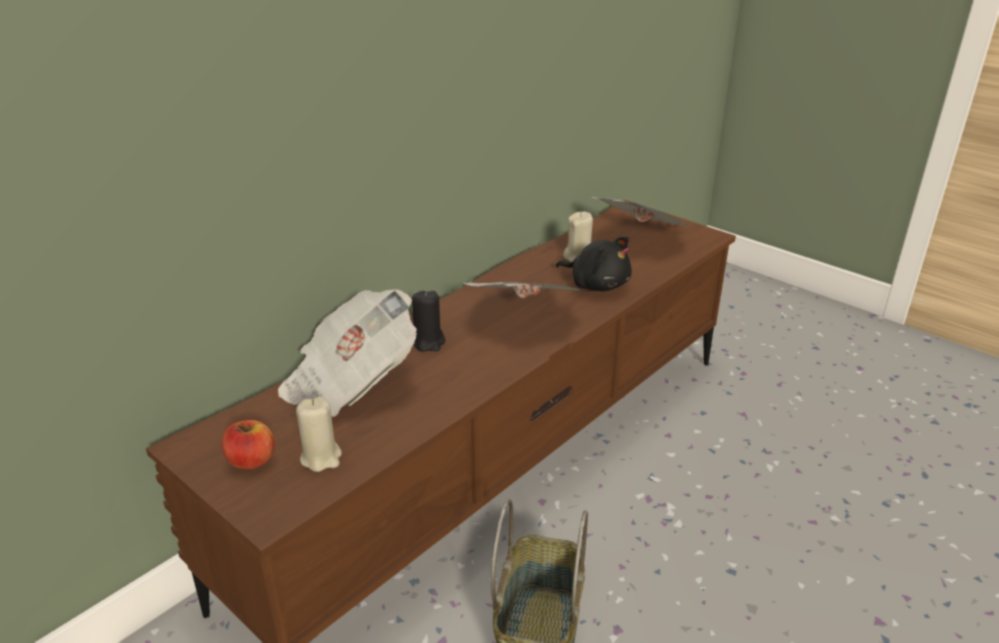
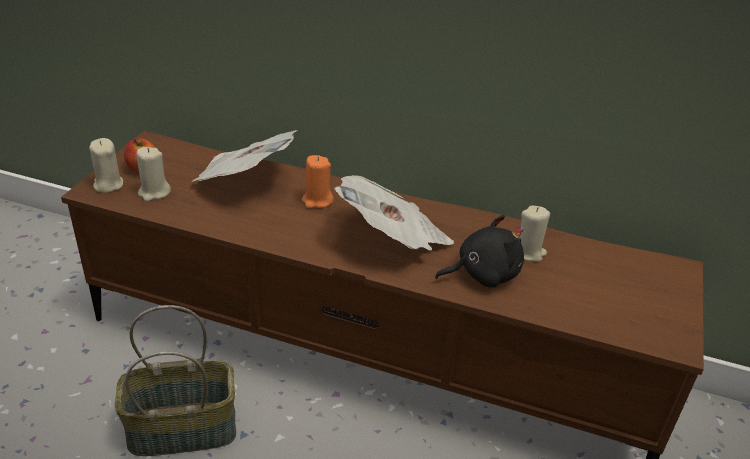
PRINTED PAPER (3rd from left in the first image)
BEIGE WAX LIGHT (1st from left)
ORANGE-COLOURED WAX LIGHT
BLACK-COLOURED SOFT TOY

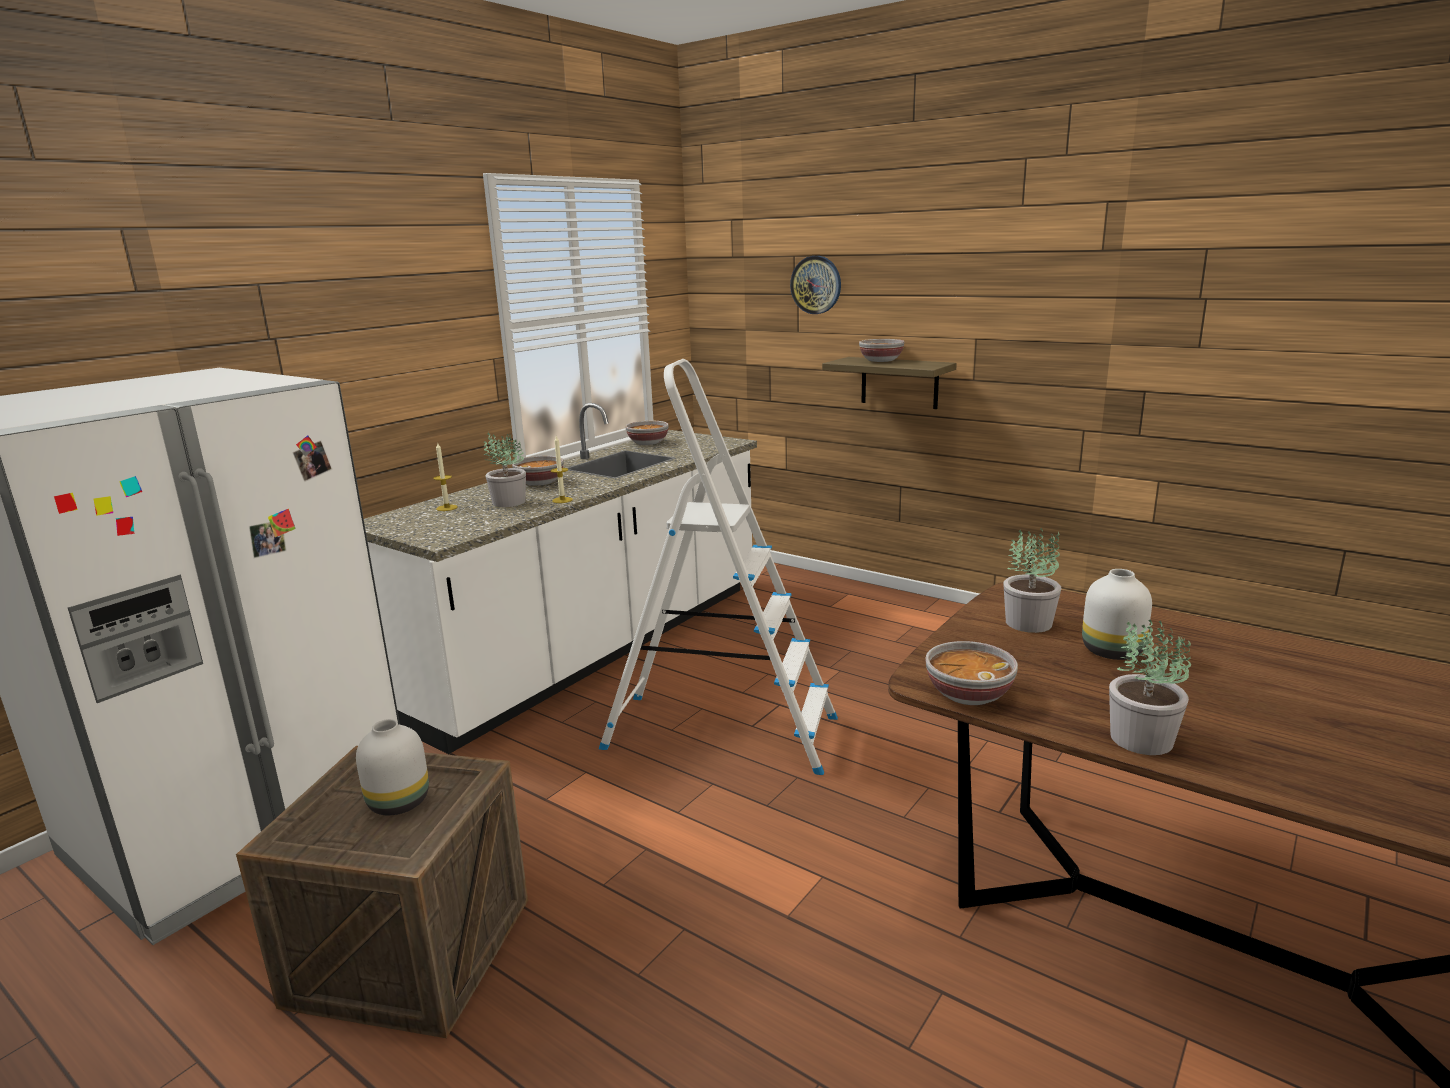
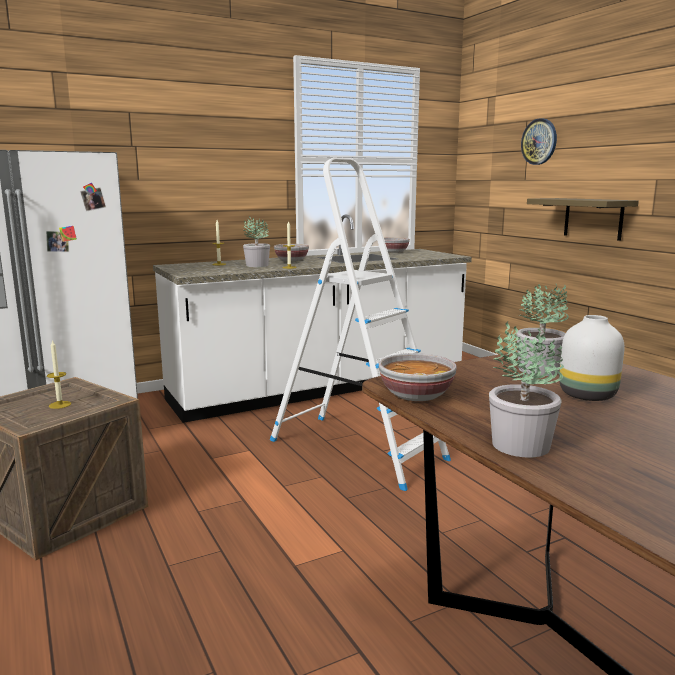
DEEP DISH (3rd from left in the first image)
WAX LIGHT (1st from left)

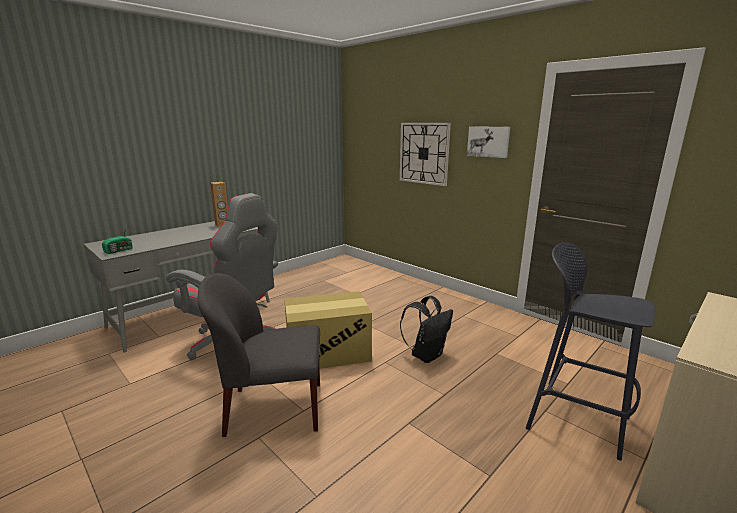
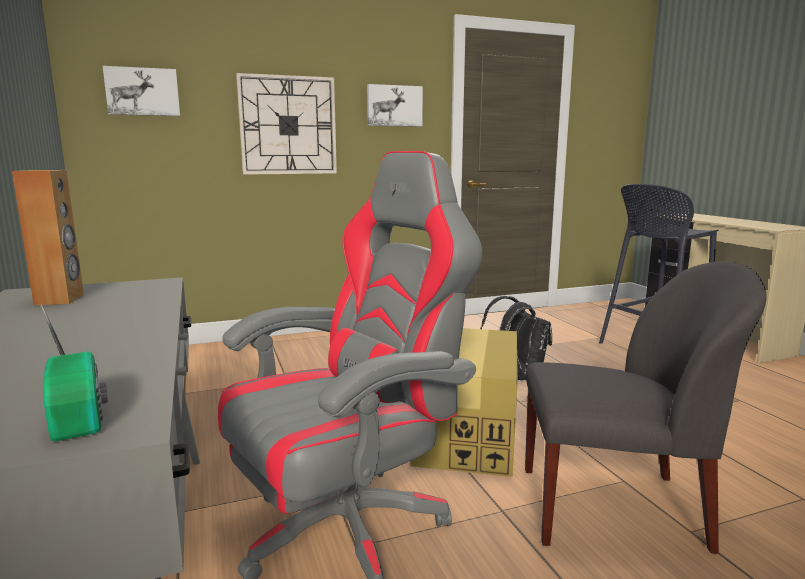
WALL PICTURE (1st from left)
GRAY PLAIN CHAIR

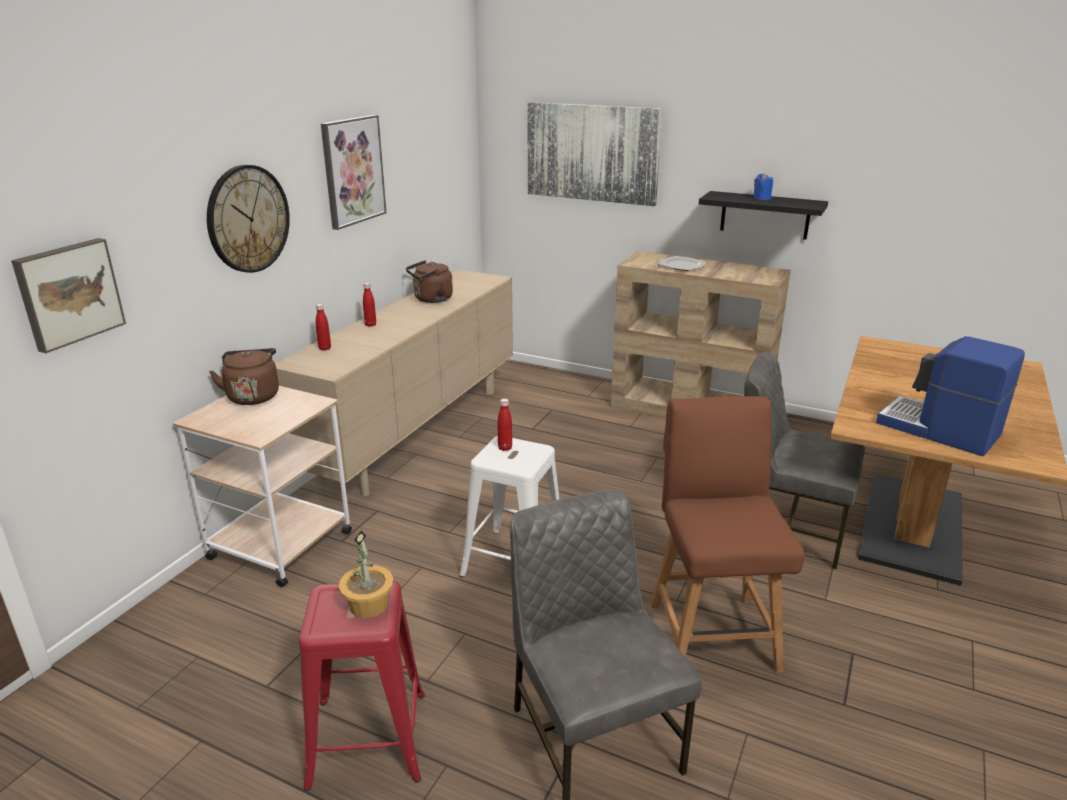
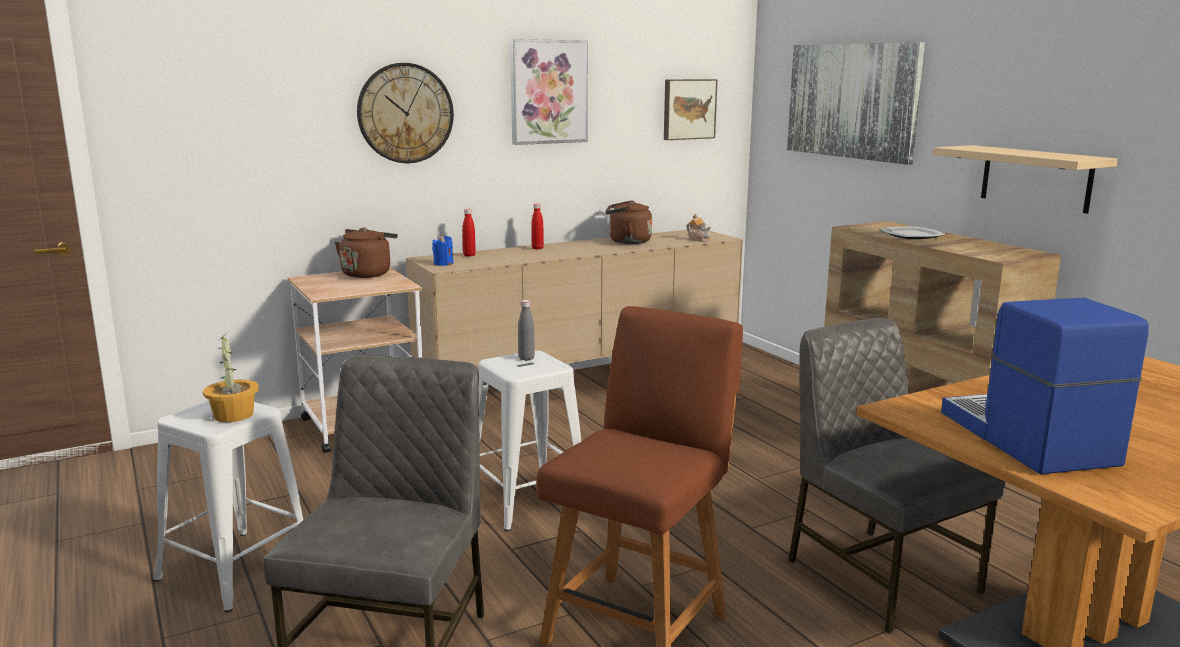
POT FOR TEA
WALL PICTURE (2nd from left)
BLUE-COLOURED WAX LIGHT
WHITE STOOL (1st from left)
GRAY BOTTLE
BEIGE SHELF

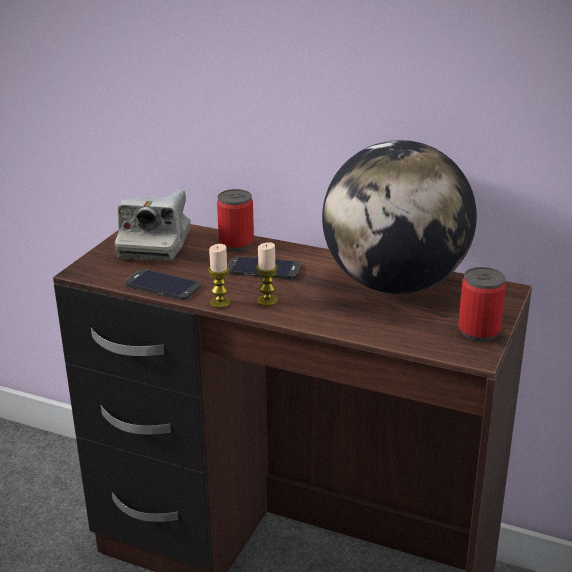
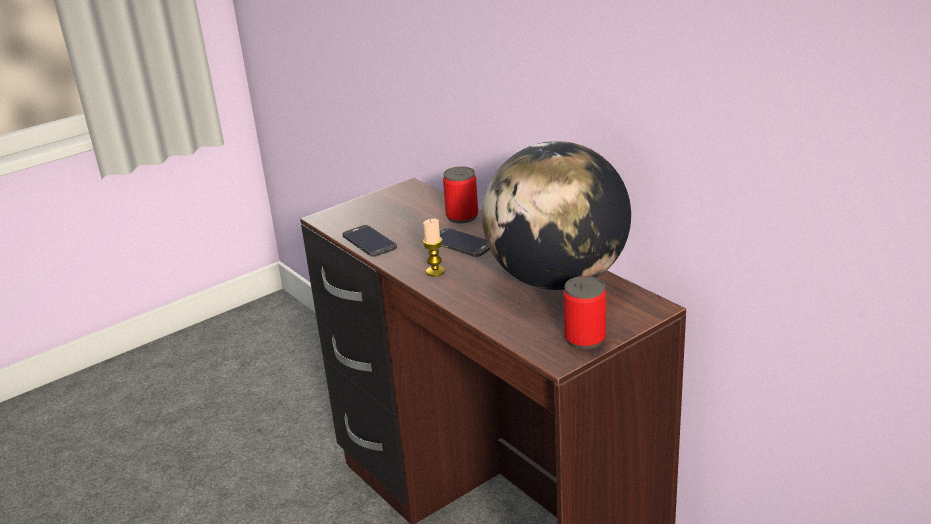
PHOTO CAMERA
WAX LIGHT (1st from left in the first image)

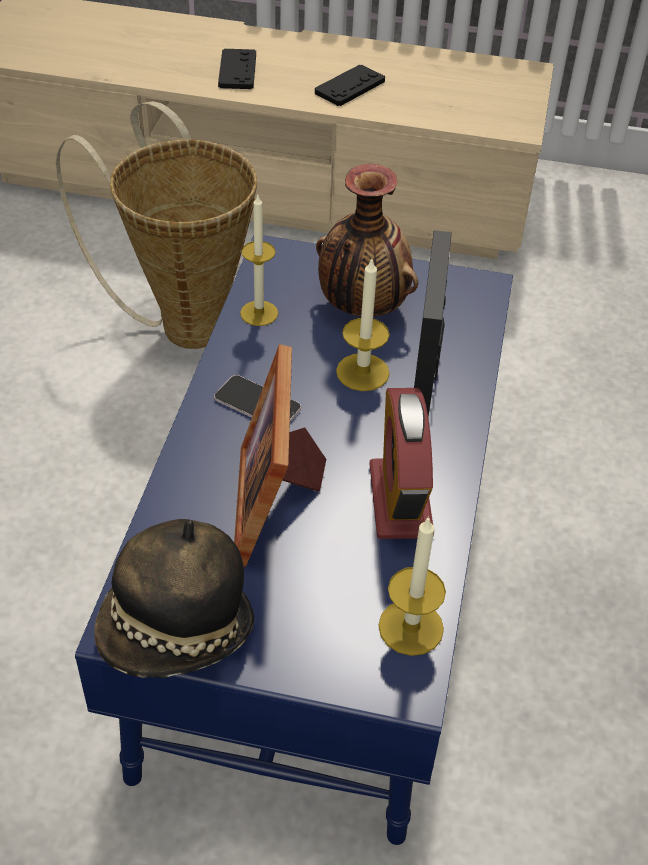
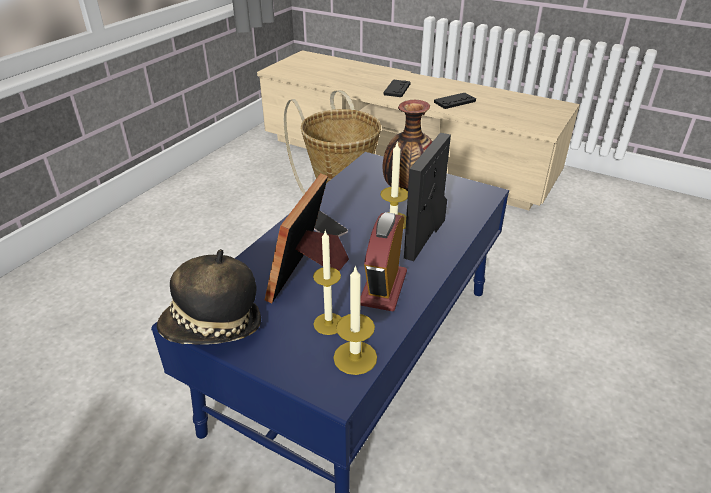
WAX LIGHT (1st from left)

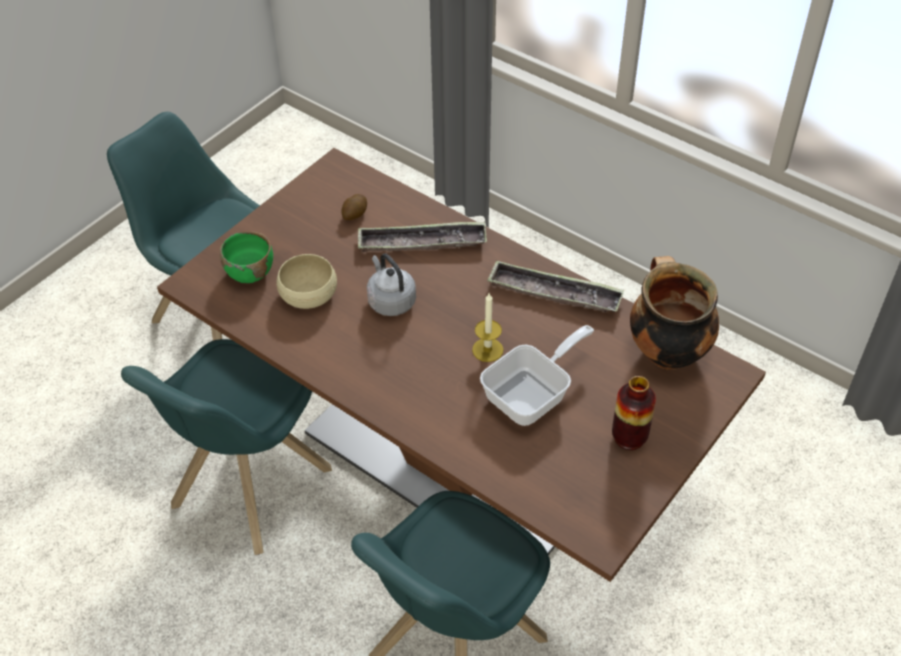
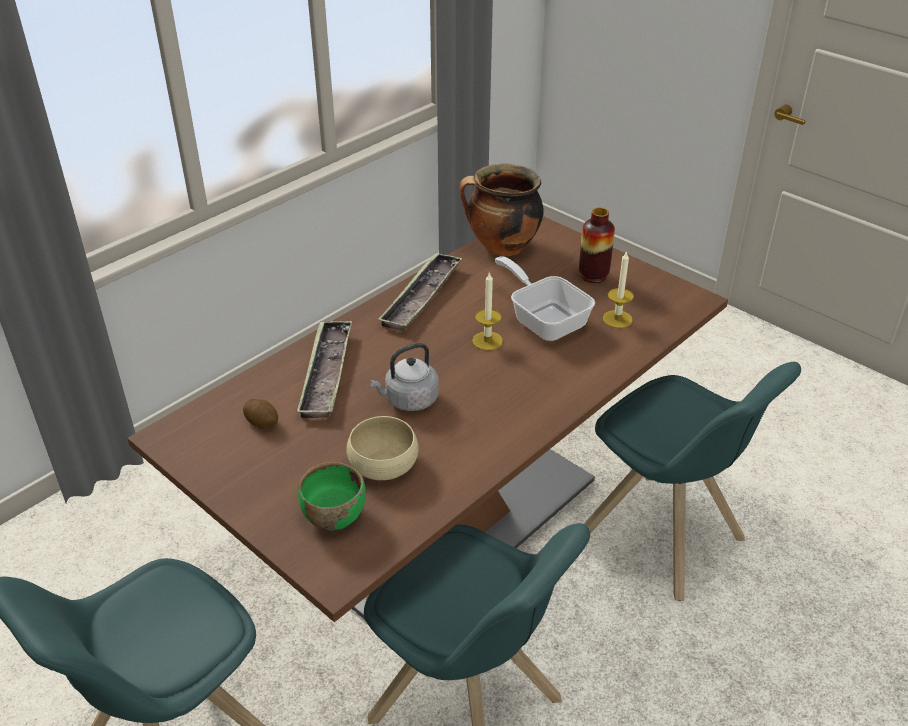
WAX LIGHT (2nd from left)

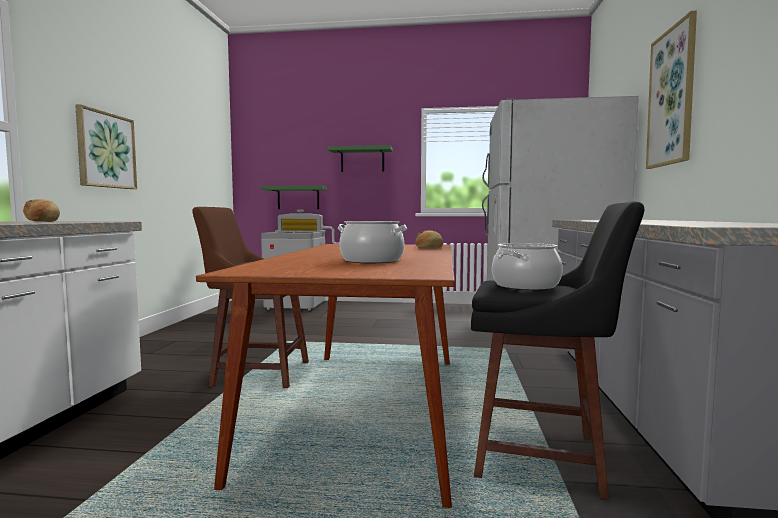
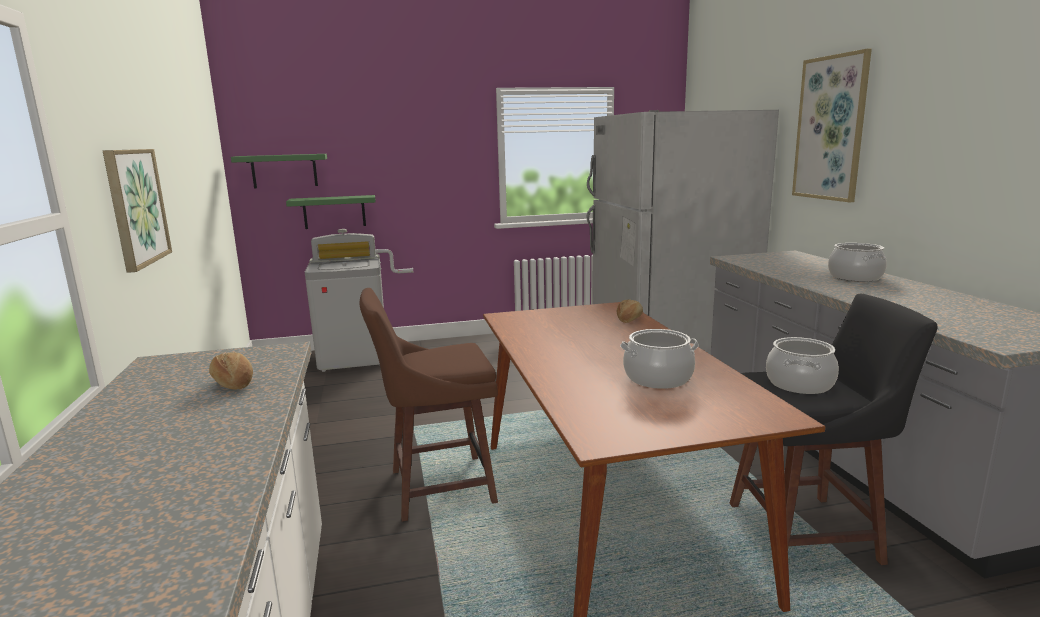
STOCKPOT (3rd from left)
GREENISH SHELF (1st from left)

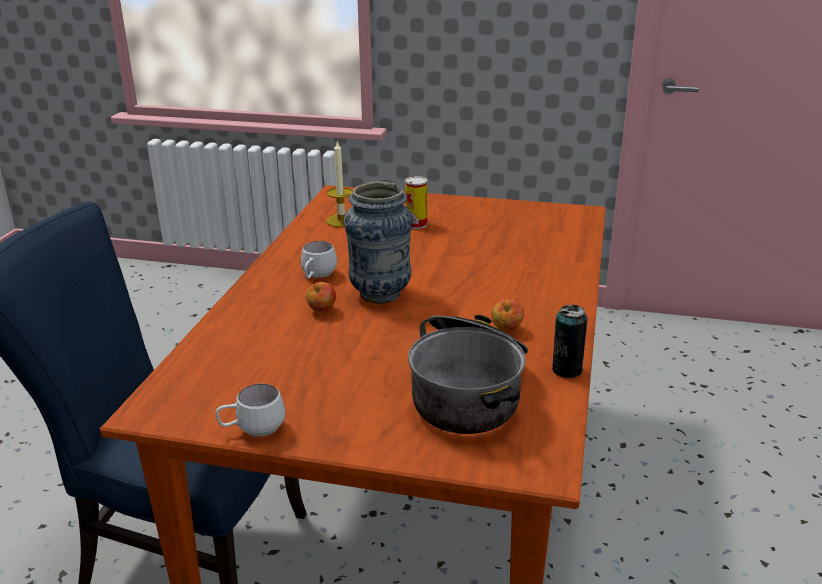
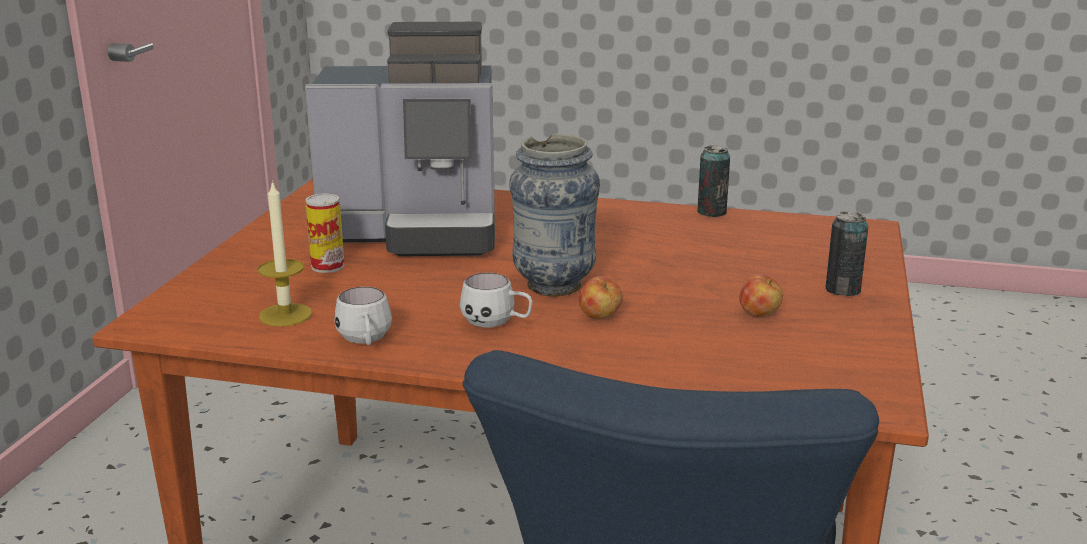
STOCKPOT
COFFEE BREWER
CAN (3rd from left)
WHITE COFFEE MUG (1st from left)
APPLE FRUIT (2nd from left)

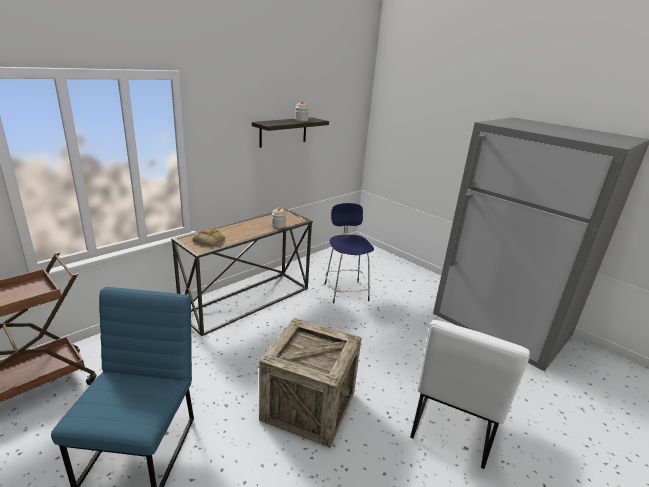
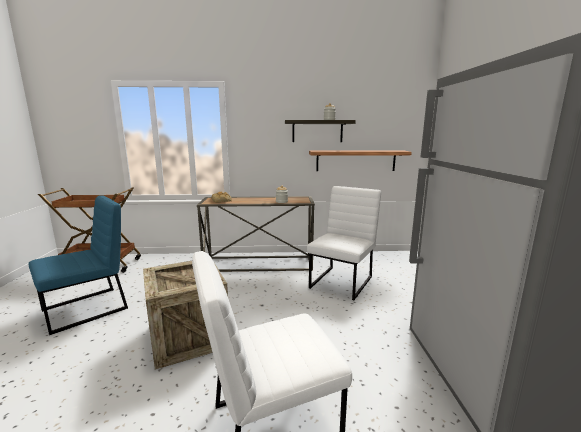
SHELF (2nd from left)
WHITE PLAIN CHAIR (2nd from left)

